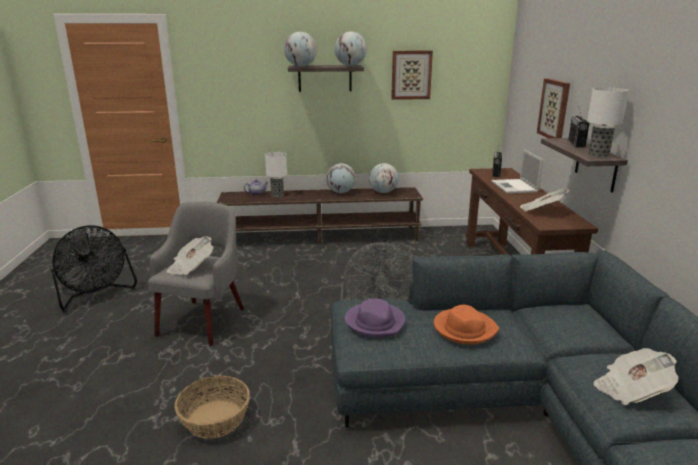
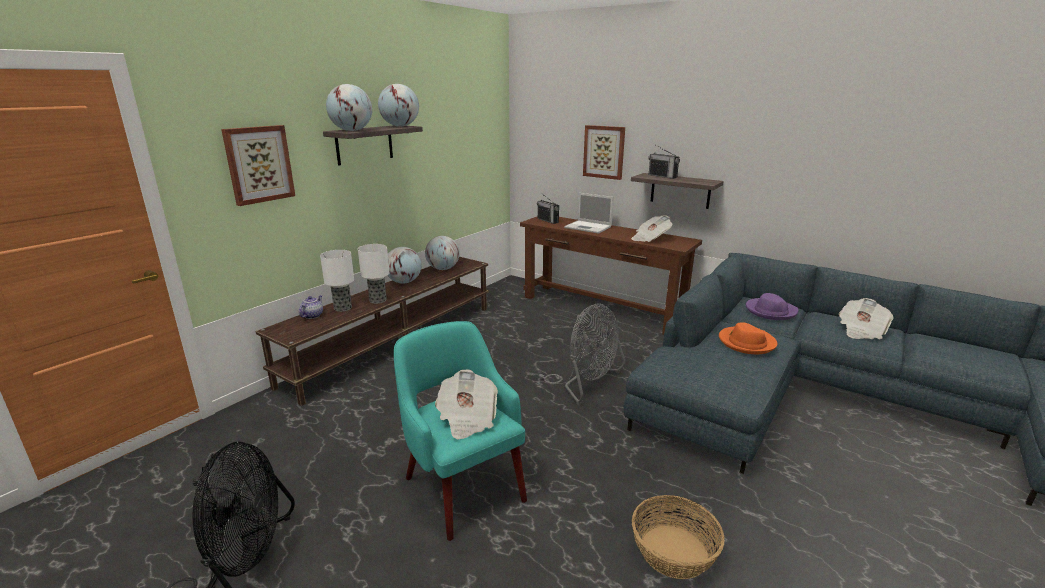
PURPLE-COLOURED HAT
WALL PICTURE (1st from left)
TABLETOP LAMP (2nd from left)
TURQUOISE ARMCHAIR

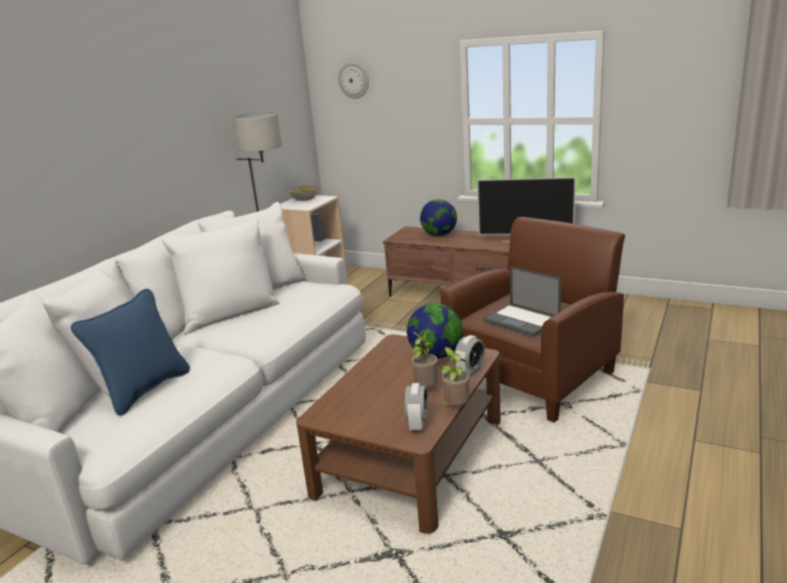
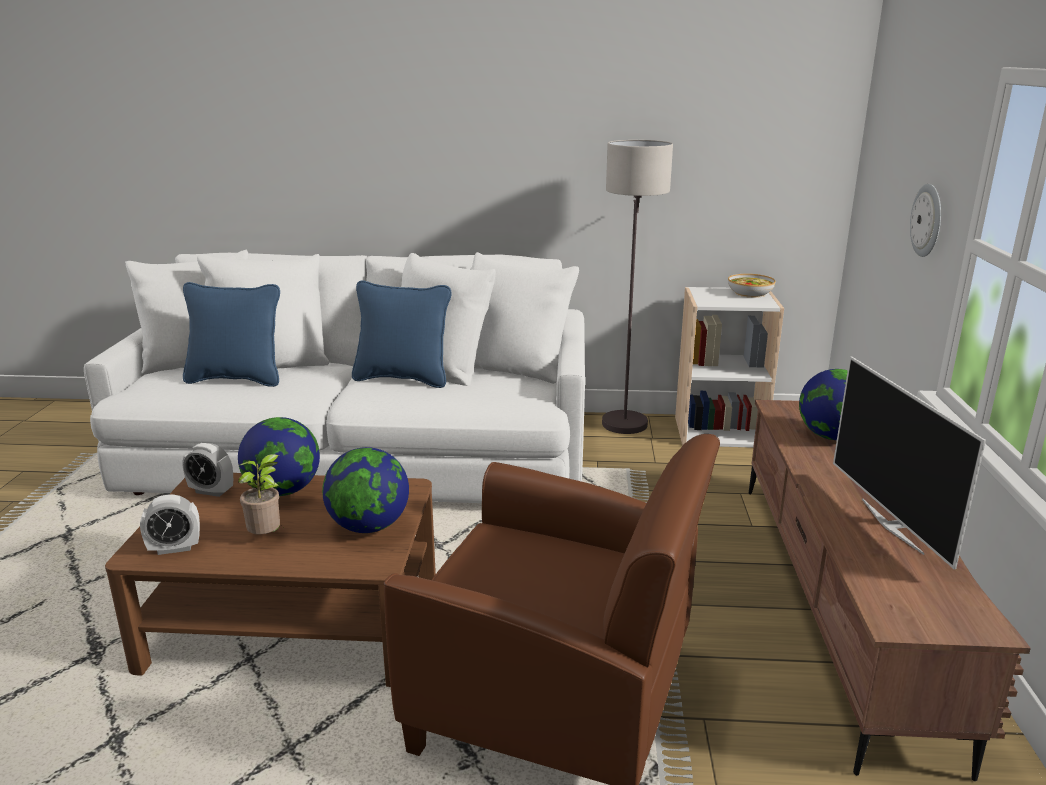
POTTED PLANT (2nd from left in the first image)
LAPTOP
GLOBE (1st from left)
BLUE-COLOURED THROW PILLOW (2nd from left)
WALL CLOCK
ALARM CLOCK (2nd from left)

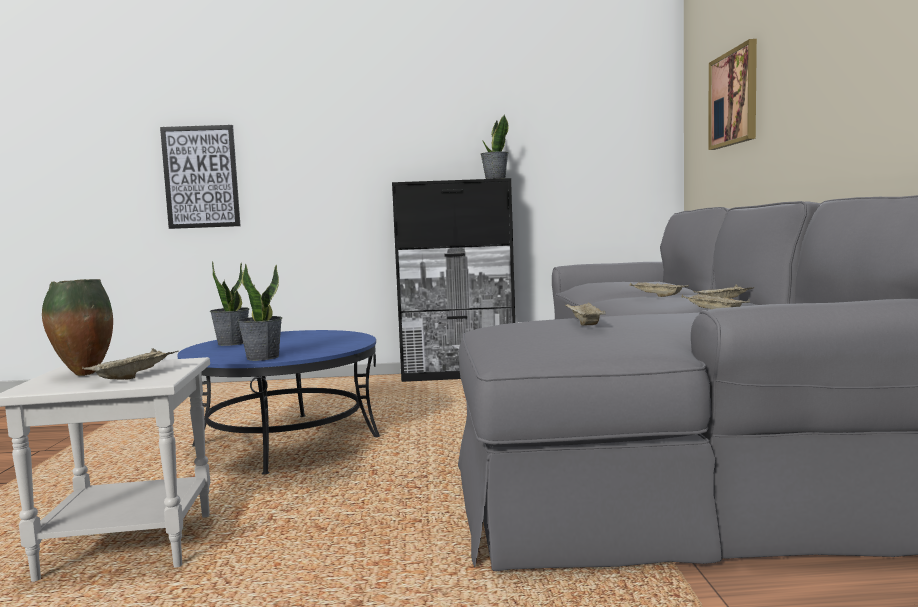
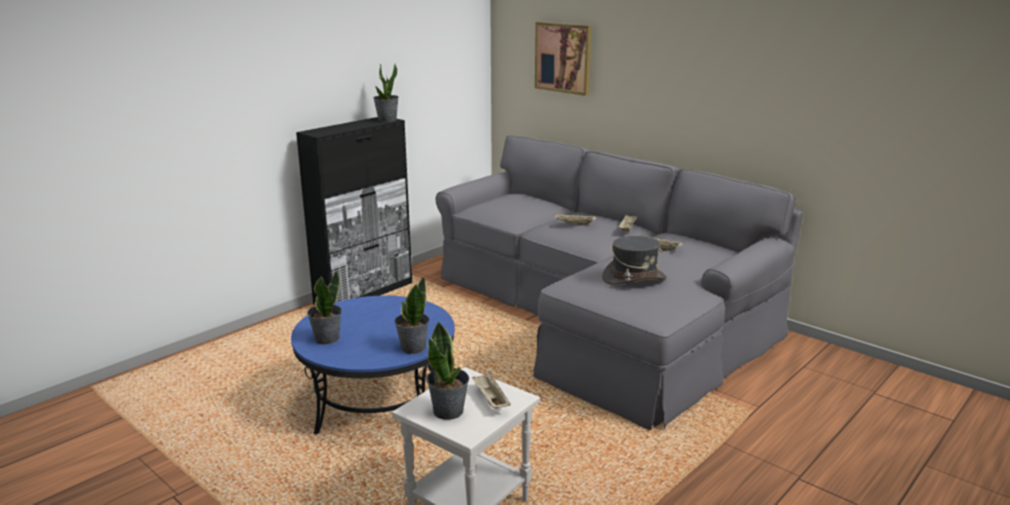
WALL PICTURE (1st from left in the first image)
POTTED PLANT (4th from left)
GRAY HAT

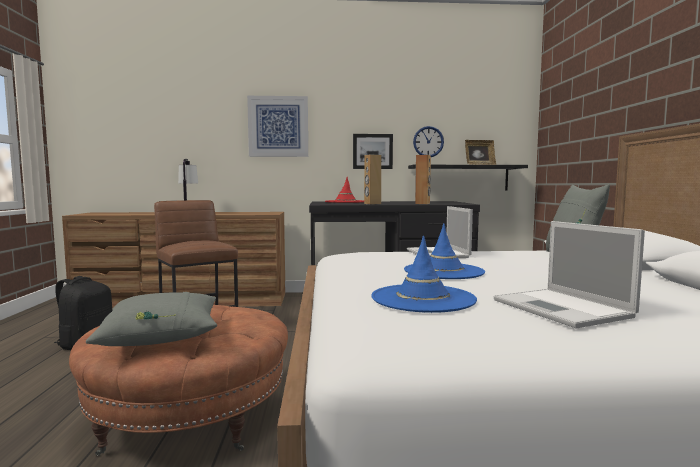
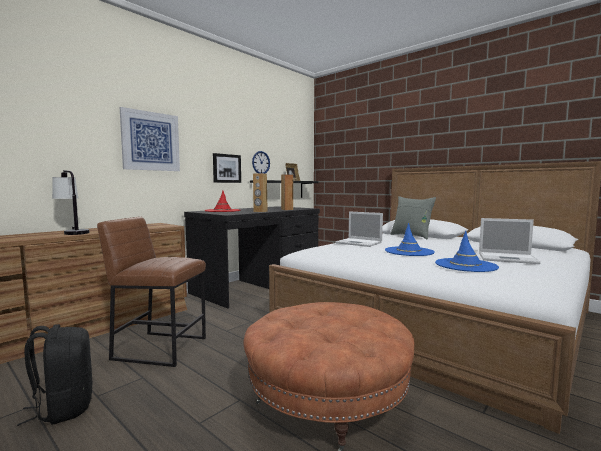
GRAY THROW PILLOW (1st from left in the first image)

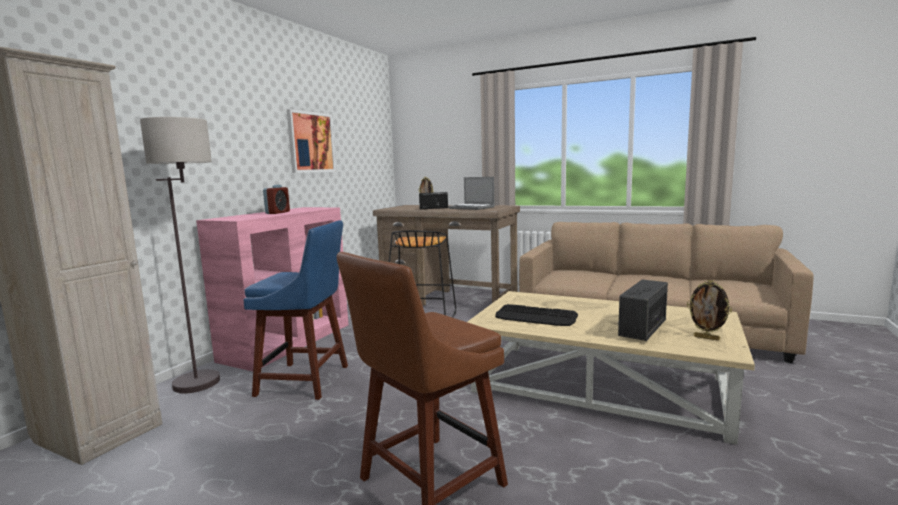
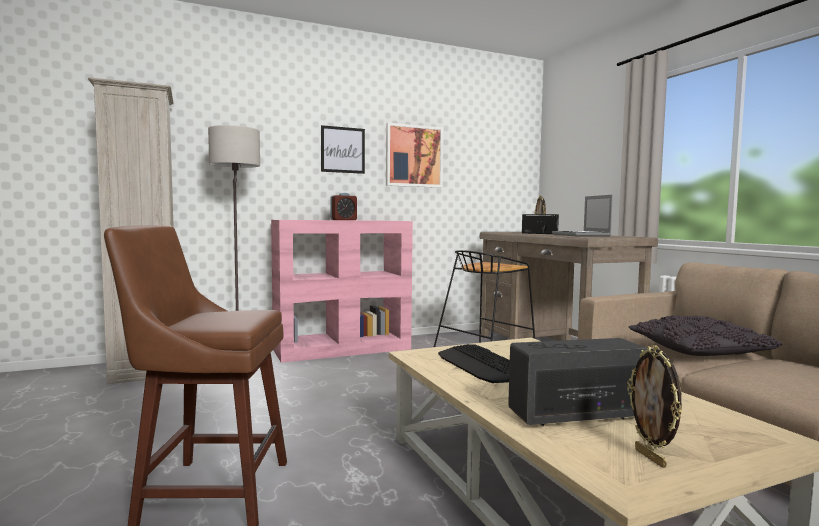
BLUE-COLOURED PLAIN CHAIR
WALL PICTURE (1st from left)
BLACK-COLOURED THROW PILLOW

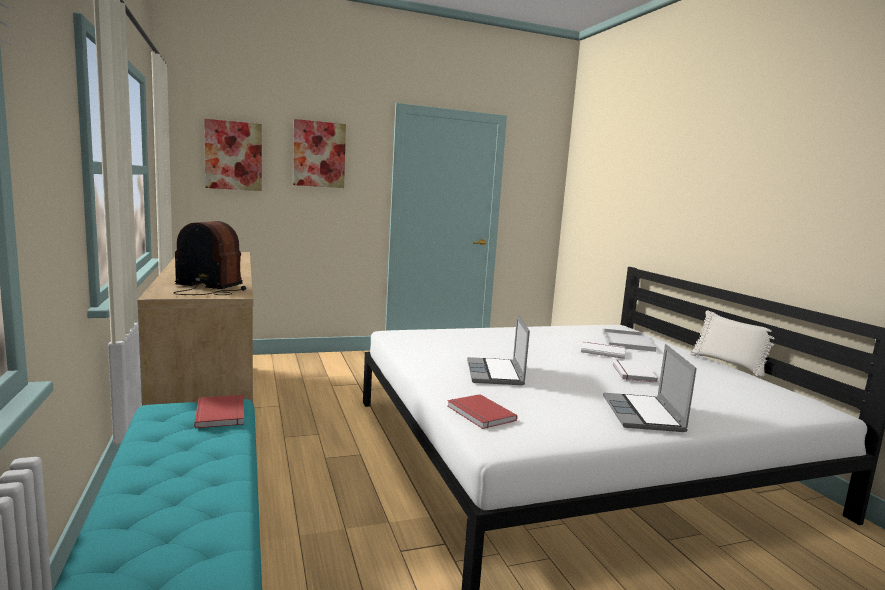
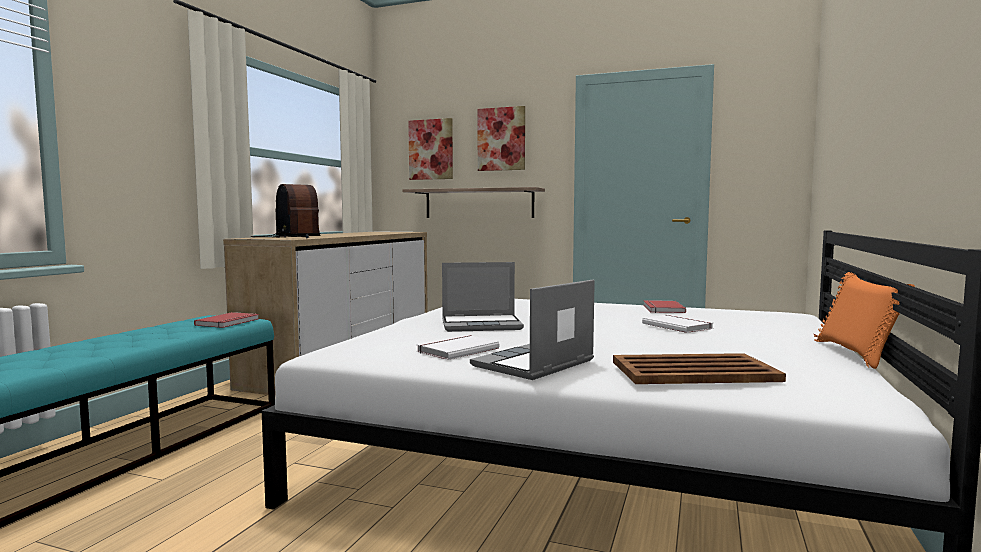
WHITE TRAY
SHELF
BROWNISH TRAY
REDDISH BOOK (2nd from left)
WHITE BOOK (1st from left)
ORANGE-COLOURED THROW PILLOW
LAPTOP (1st from left)

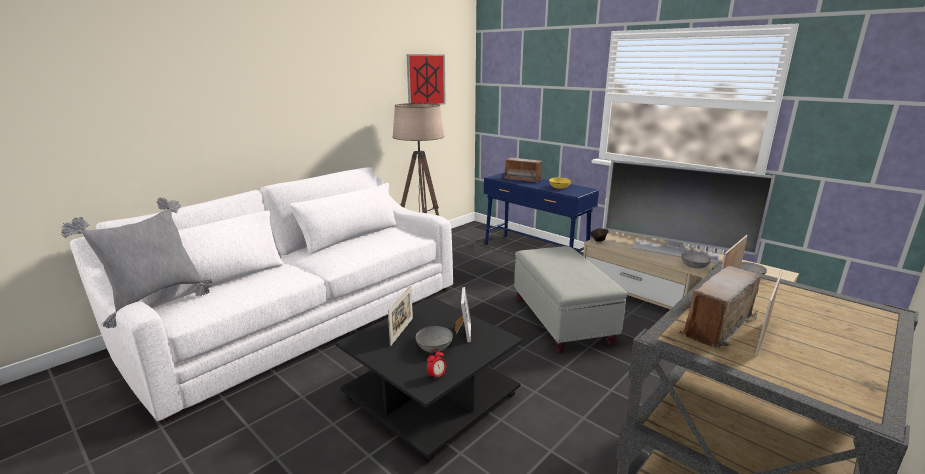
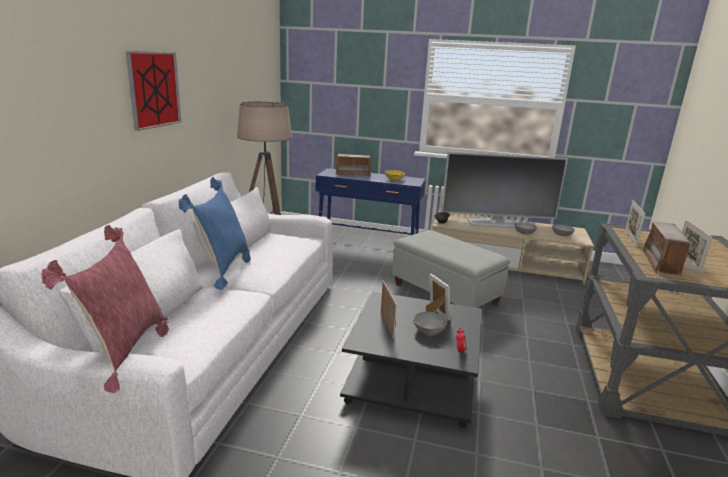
BLUE-COLOURED THROW PILLOW
WALL PICTURE
REDDISH THROW PILLOW

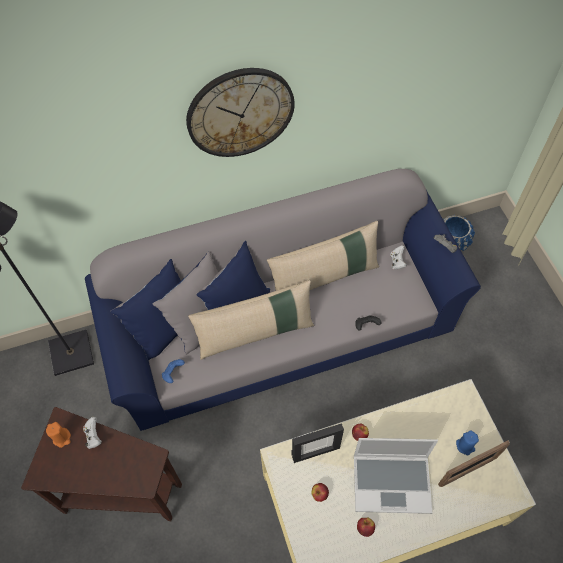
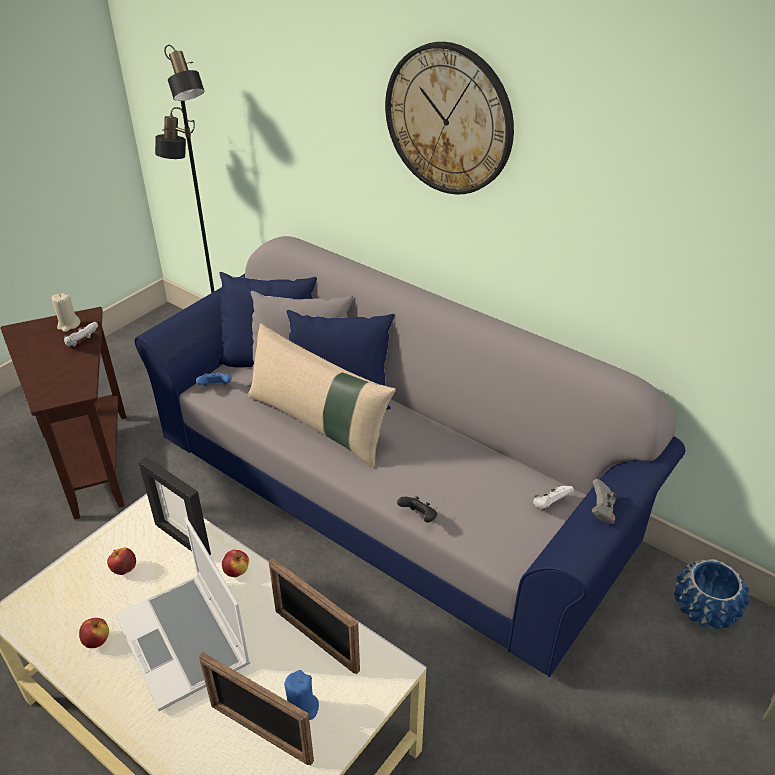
BEIGE THROW PILLOW (2nd from left in the first image)
PHOTO FRAME (3rd from left)
BEIGE WAX LIGHT

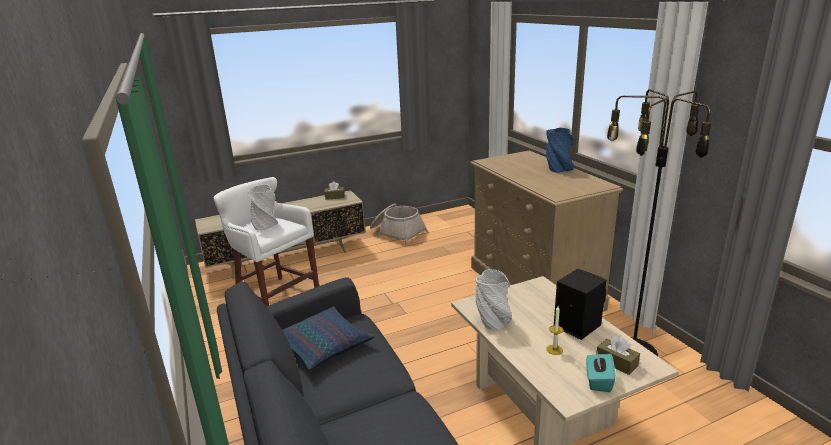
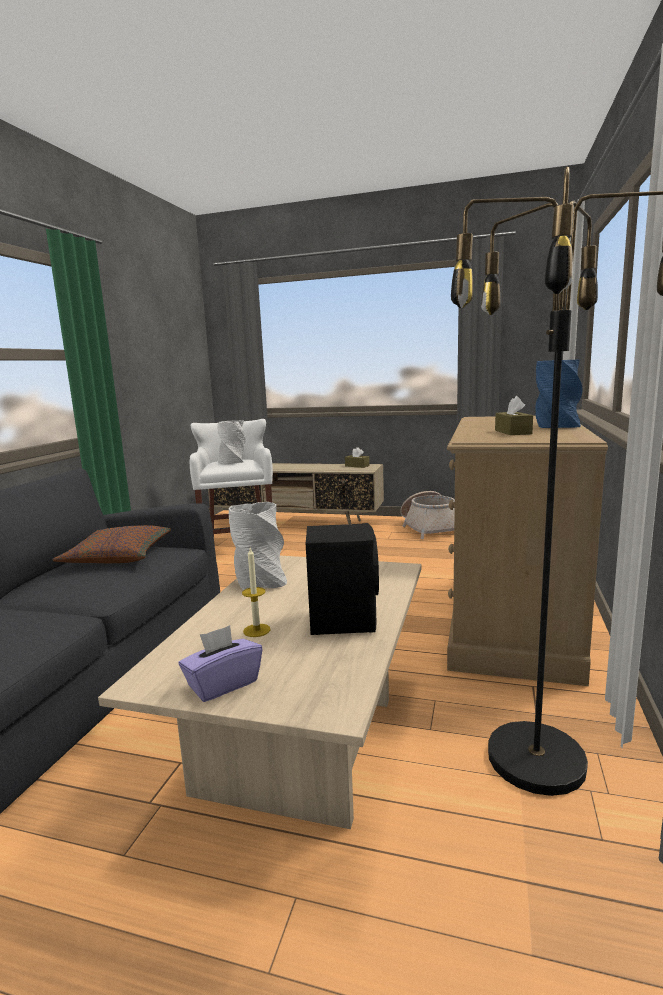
BROWNISH TISSUE HOLDER (2nd from left)
BROWNISH THROW PILLOW
PURPLE-COLOURED TISSUE HOLDER

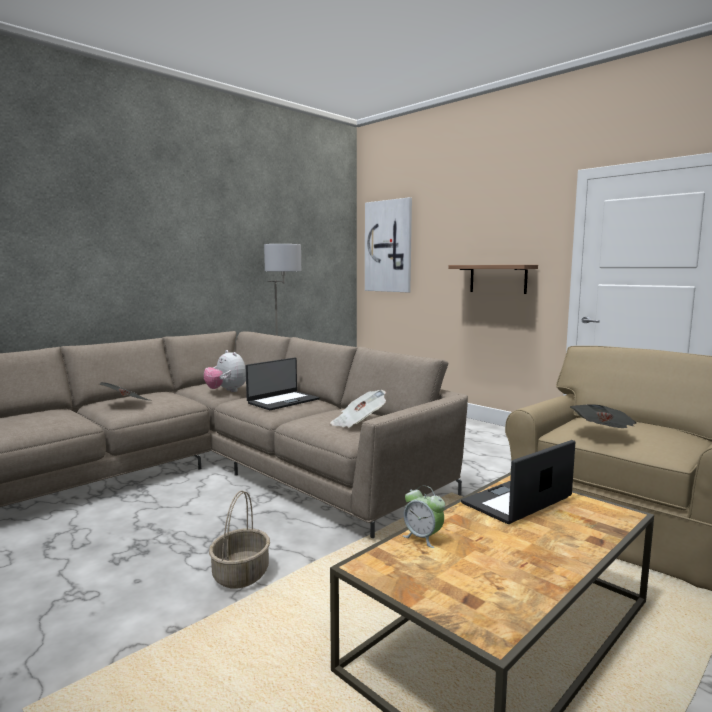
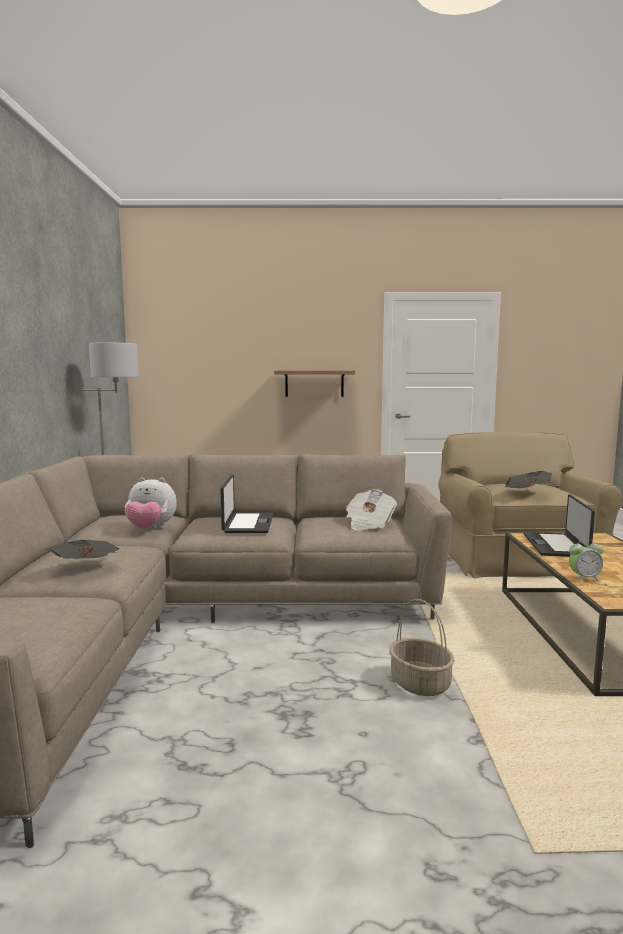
WALL PICTURE

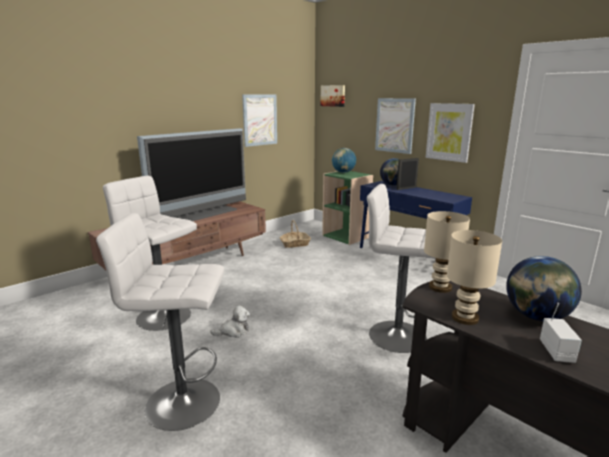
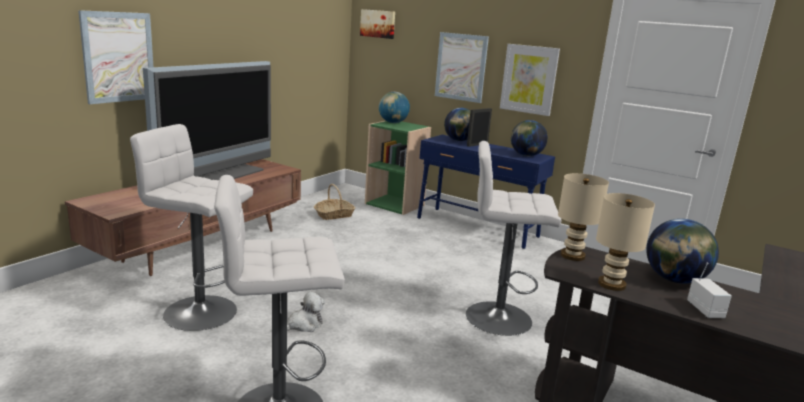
GLOBE (3rd from left)
WALL PICTURE (1st from left)

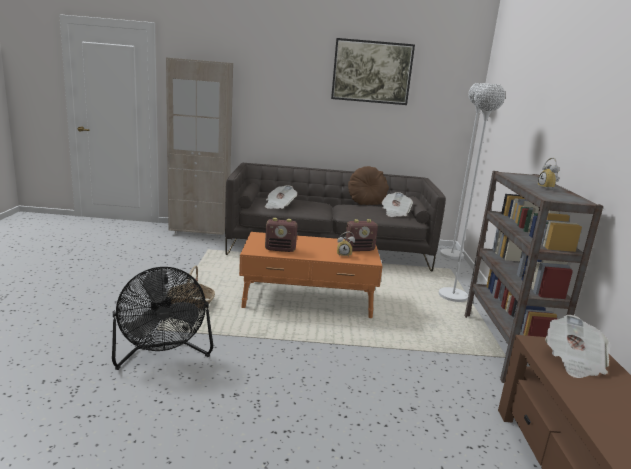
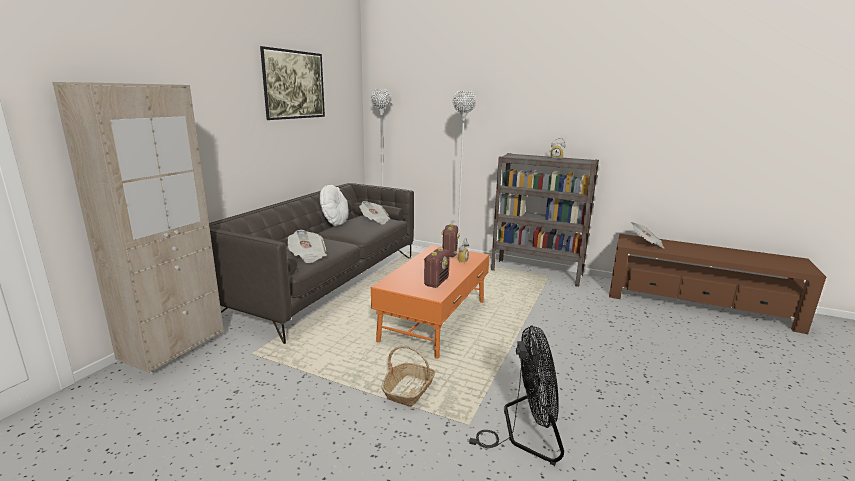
WHITE THROW PILLOW

